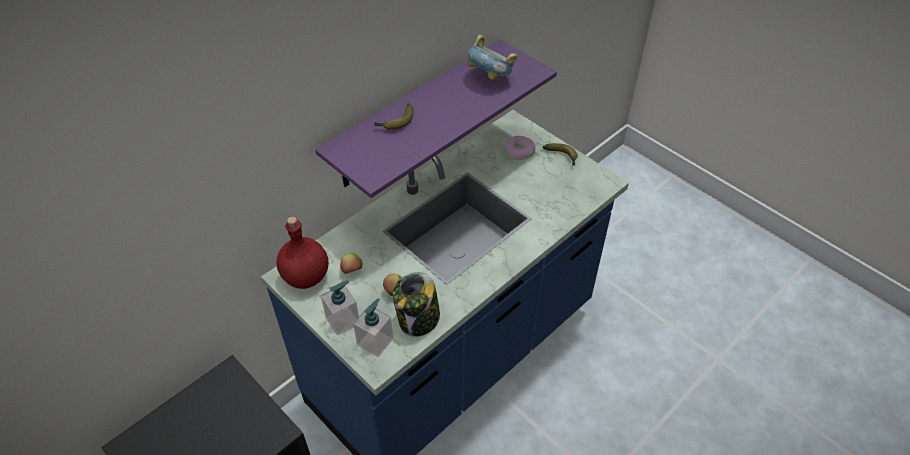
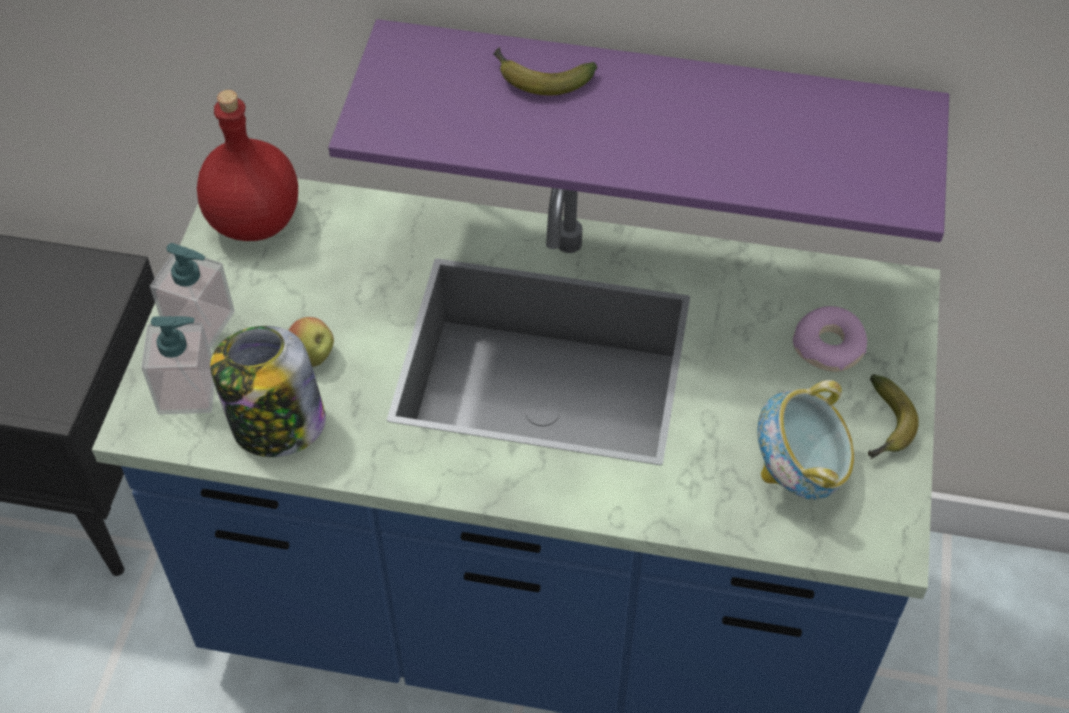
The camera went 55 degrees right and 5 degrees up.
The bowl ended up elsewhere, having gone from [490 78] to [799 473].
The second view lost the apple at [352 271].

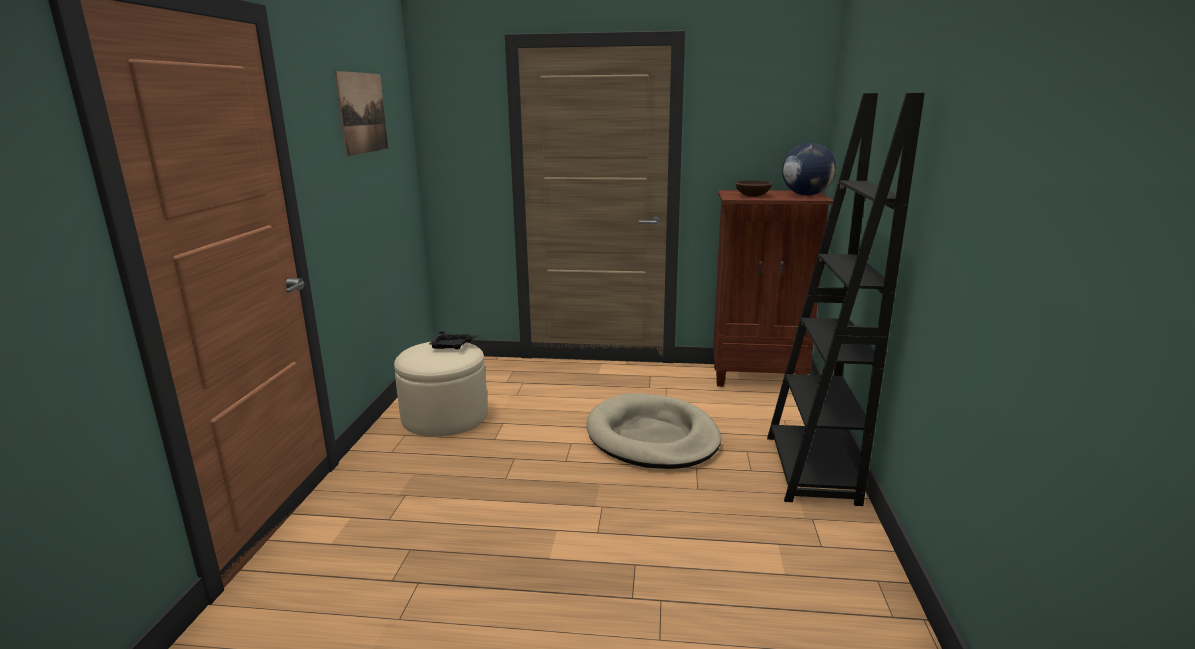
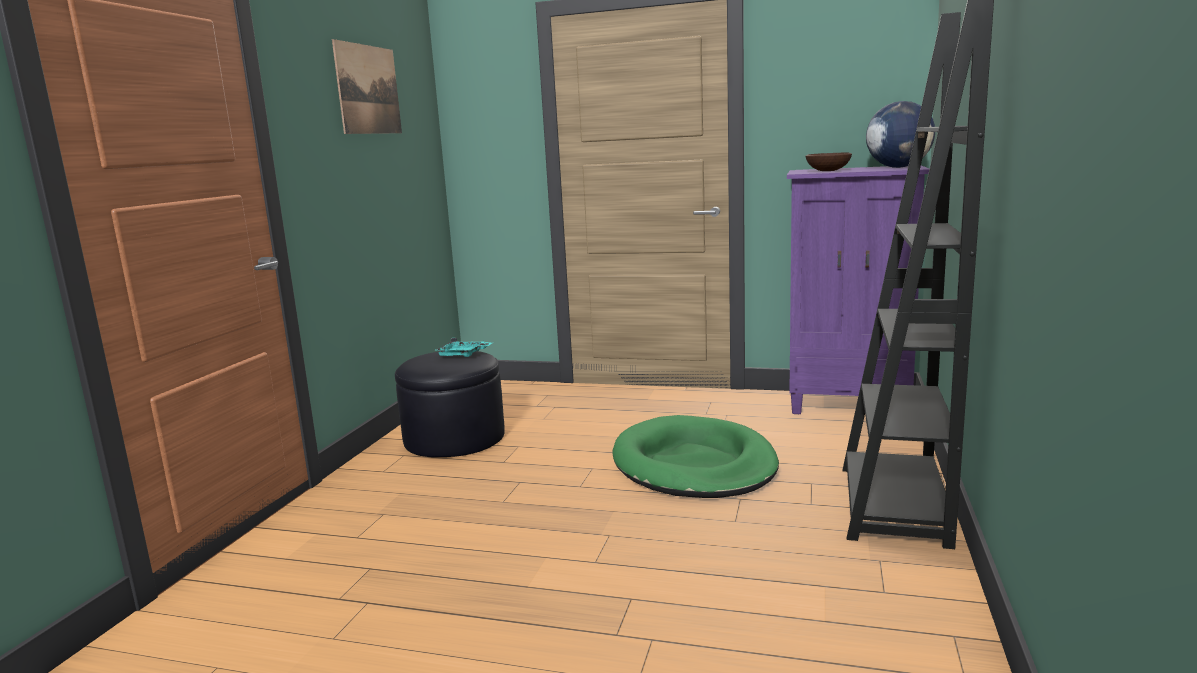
The camera went 10 degrees right and 5 degrees down.
What was the beige ottoman at [445 416] turned into the black ottoman at [454 438].
What was the black tray at [452 346] turned into the turquoise tray at [463 355].
What was the beige dog bed at [652 437] turned into the green dog bed at [694 465].
What was the brown cabinet at [758 379] turned into the purple cabinet at [848 407].

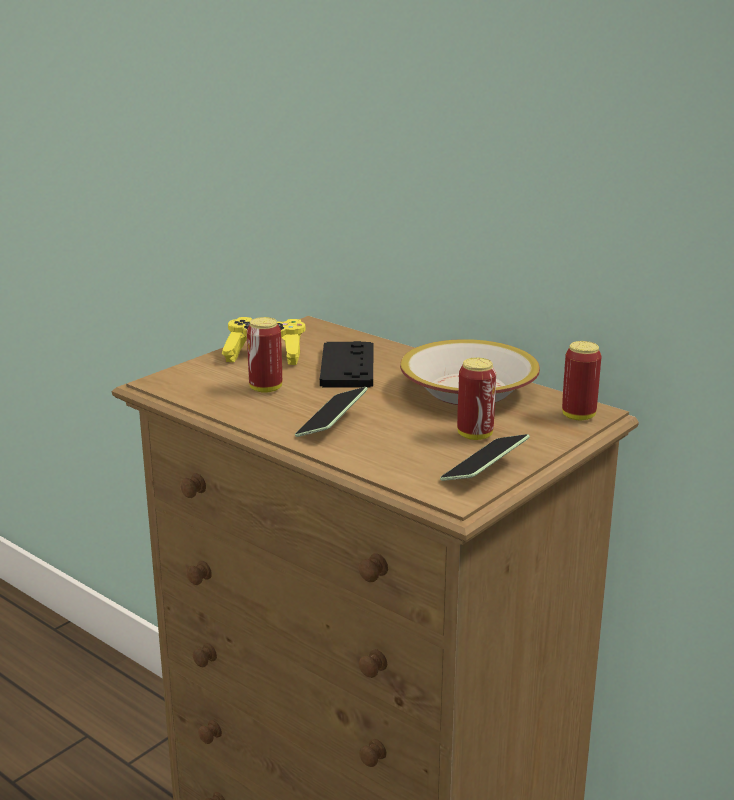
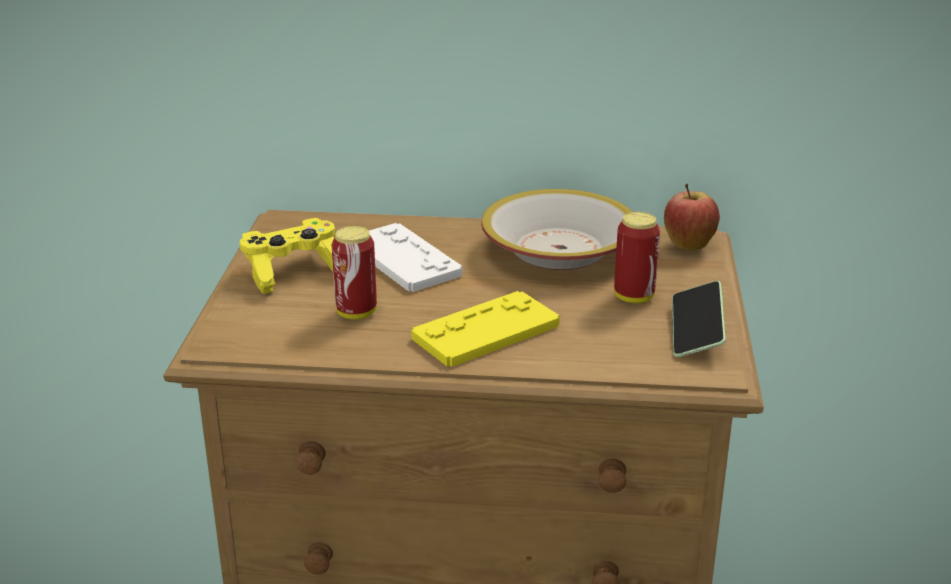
The camera went 35 degrees left and 5 degrees up.
What was the black game controller at [347 367] turned into the white game controller at [404 260].
Where the phone stood at [332 424], the yellow game controller came to stand at [486 331].
Where the can stood at [578 416], the apple came to stand at [688 246].

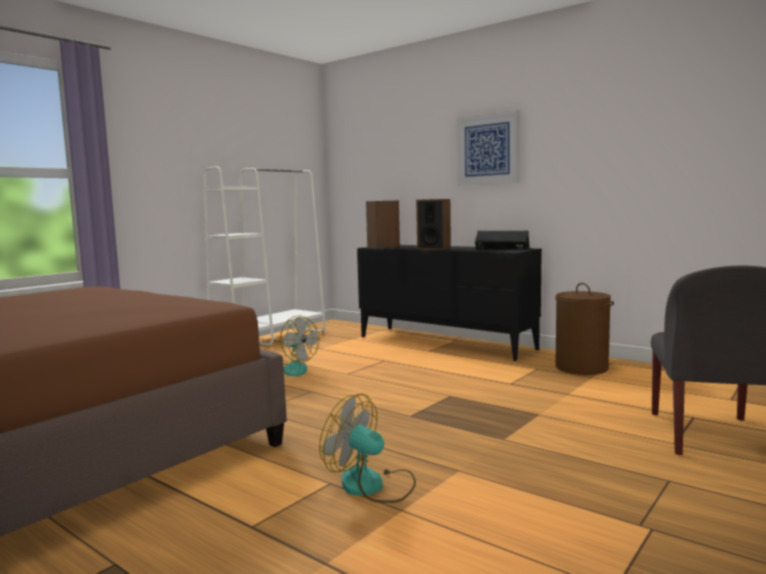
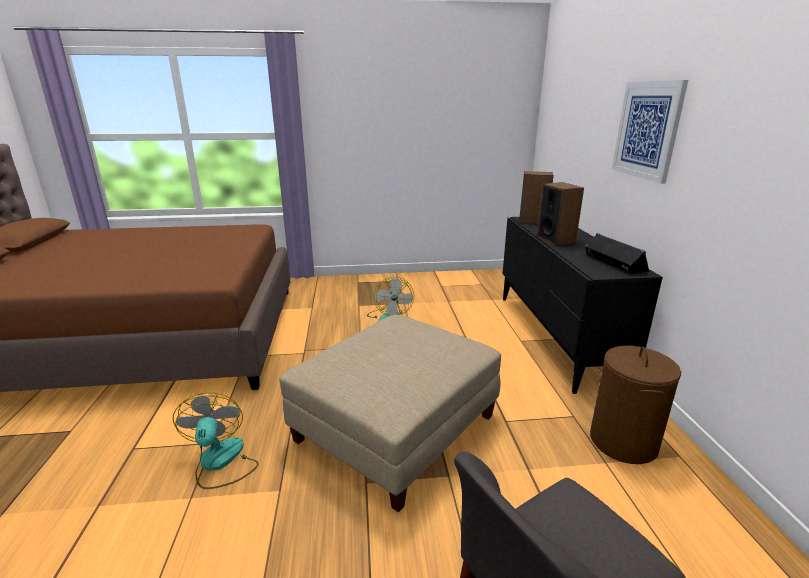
The camera went 45 degrees right and 15 degrees up.
The second view gained the beige ottoman at [396 428].
The second view lost the white clothes rack at [270 340].

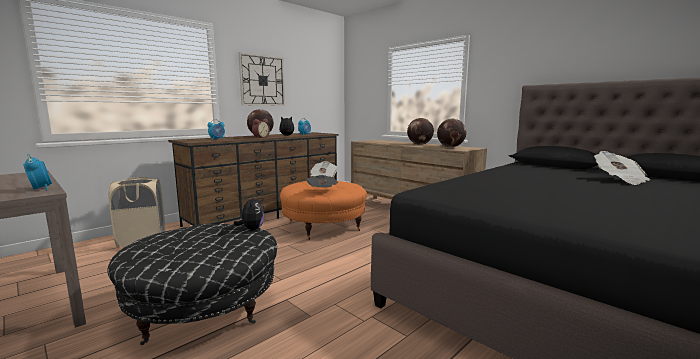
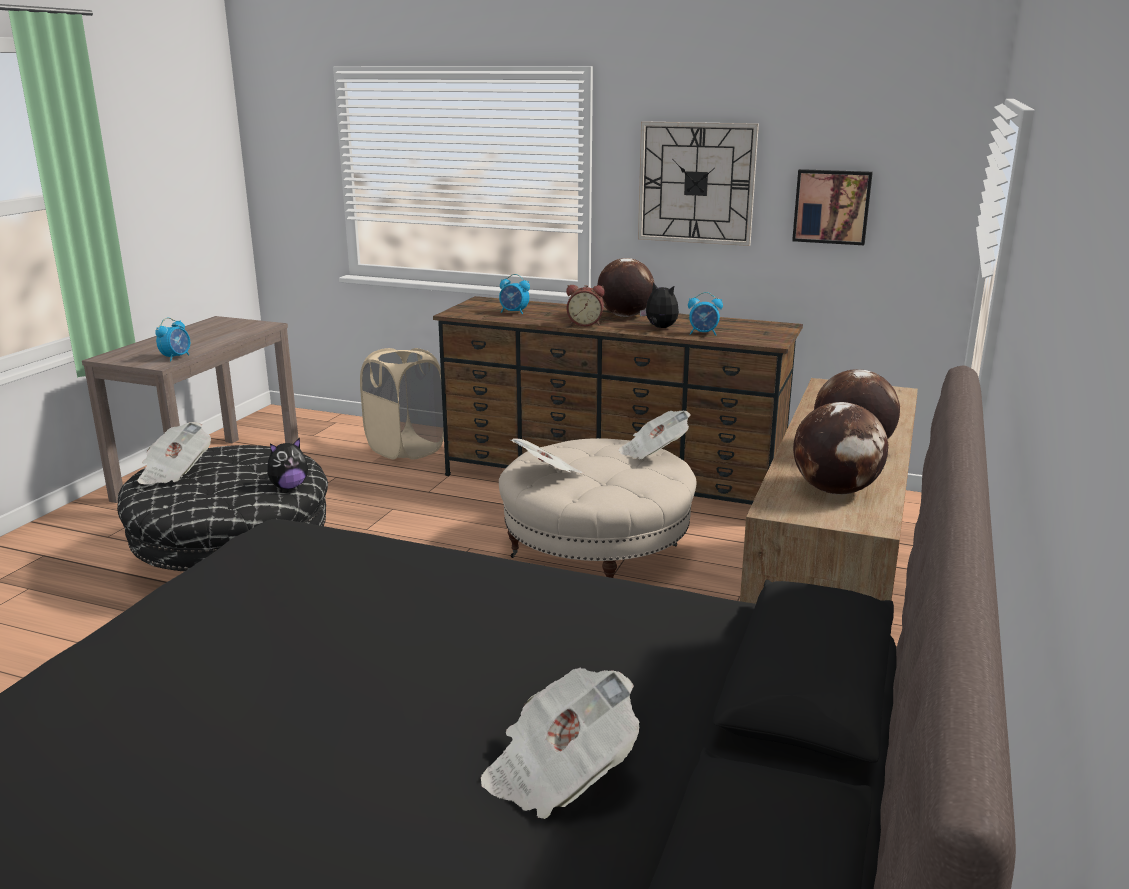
The camera went 65 degrees right and 10 degrees up.
The second view gained the newspaper at [175 472].
What was the orange ottoman at [323 226] turned into the beige ottoman at [596 551].
The second view gained the picture at [832 206].

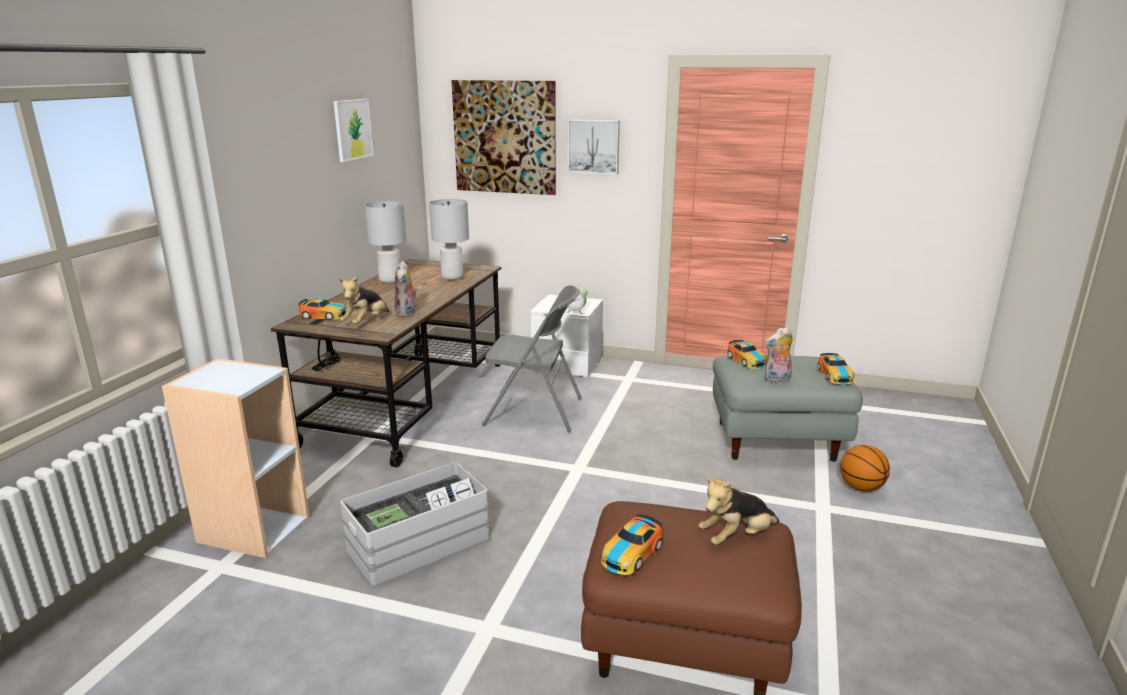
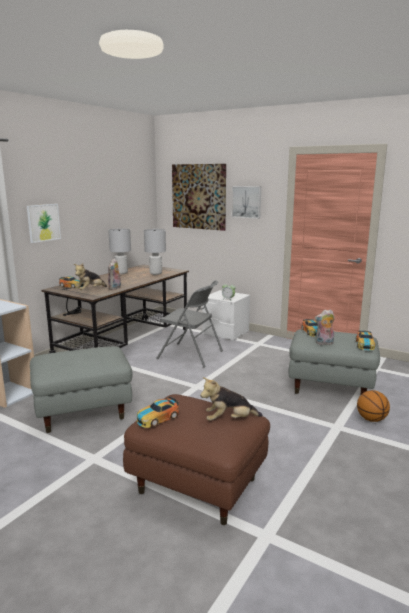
The camera went 15 degrees right and 5 degrees down.
The picture ended up elsewhere, having gone from [352 129] to [43 222].
Where the grey storage box stood at [418 543], the grey ottoman came to stand at [84 412].

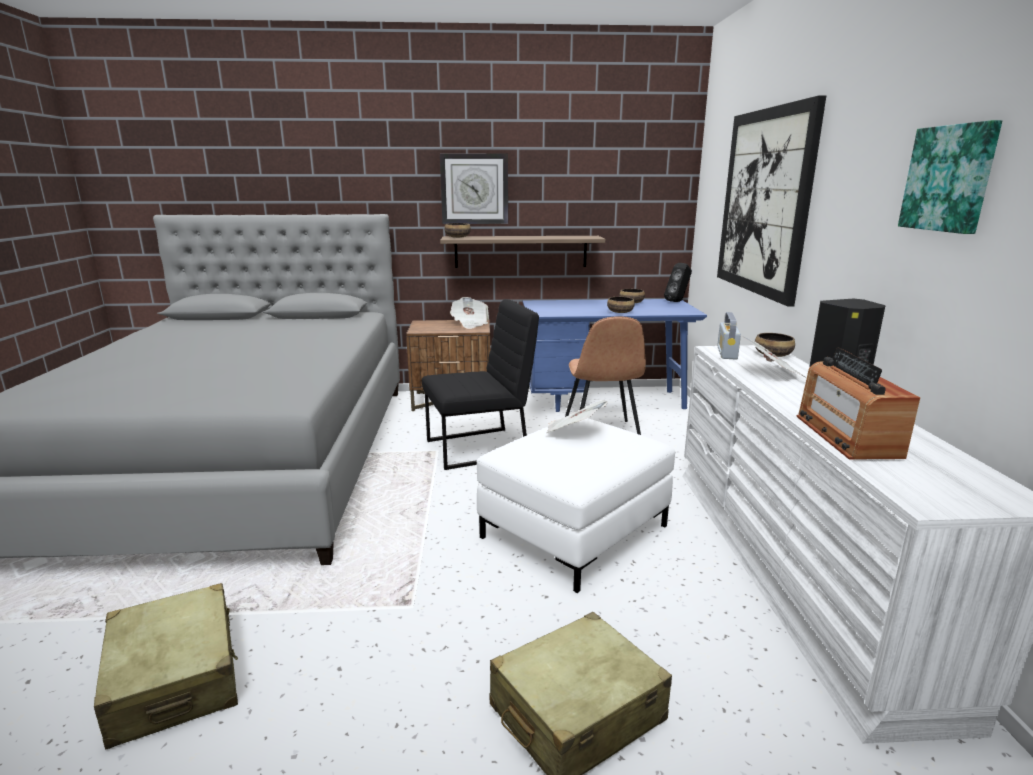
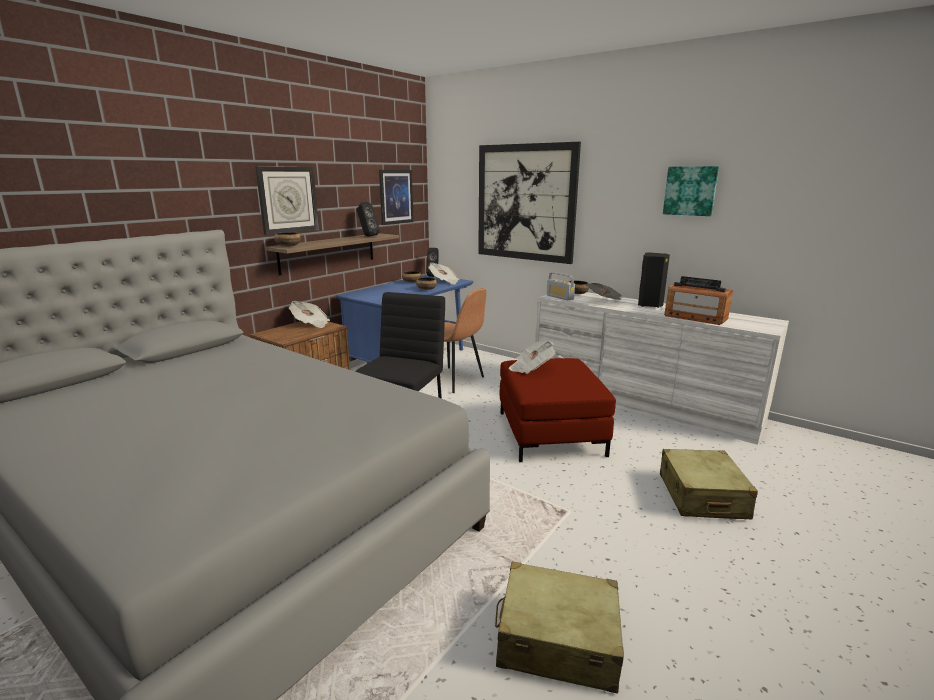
The camera went 50 degrees left and 0 degrees up.
The second view gained the black speaker at [367 236].
The second view gained the picture at [396 197].
The second view gained the newspaper at [444 282].
What was the white ottoman at [574 530] turned into the red ottoman at [549 433].

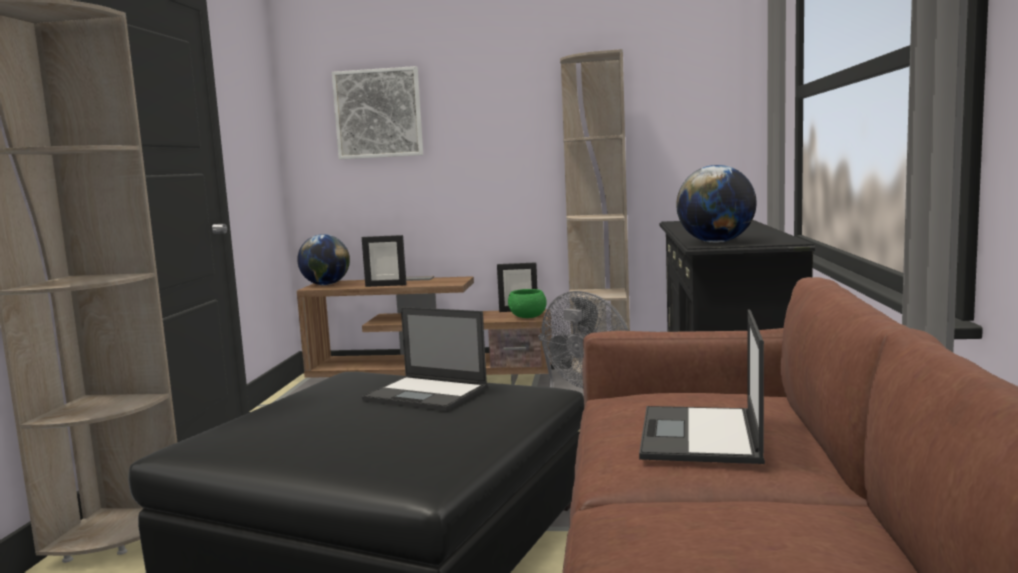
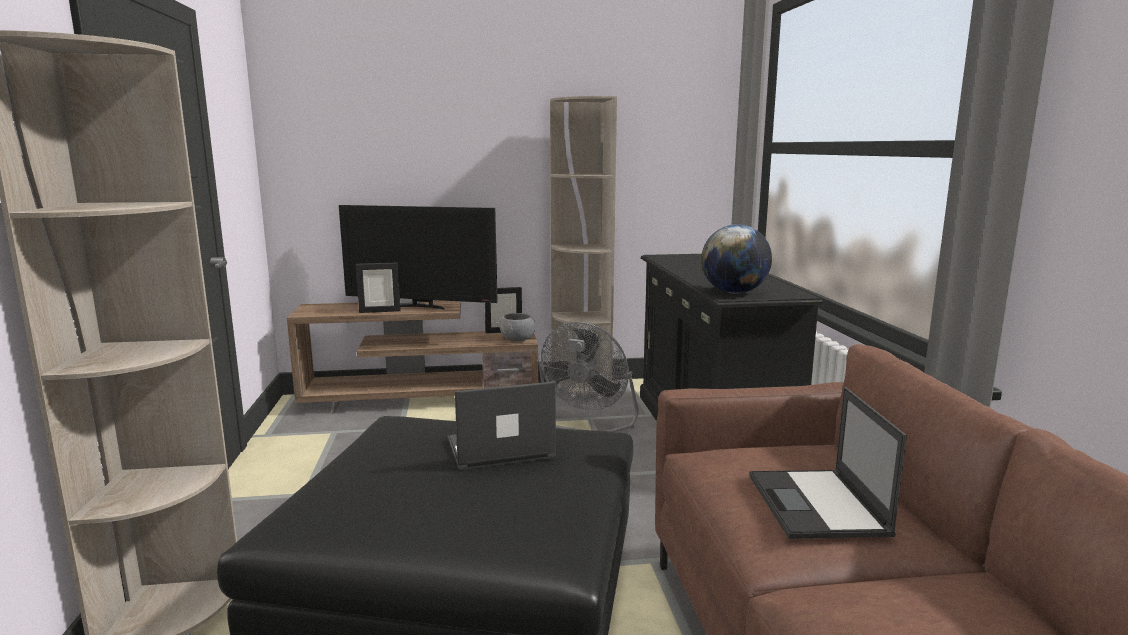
The camera went 15 degrees left and 5 degrees up.
The second view gained the television at [421 307].
The laptop at [427 394] ended up facing another way, 150 degrees clockwise from before.
What was the green bowl at [527 317] turned into the grey bowl at [517 339].
The second view lost the globe at [325 284].
The second view lost the picture at [378 113].

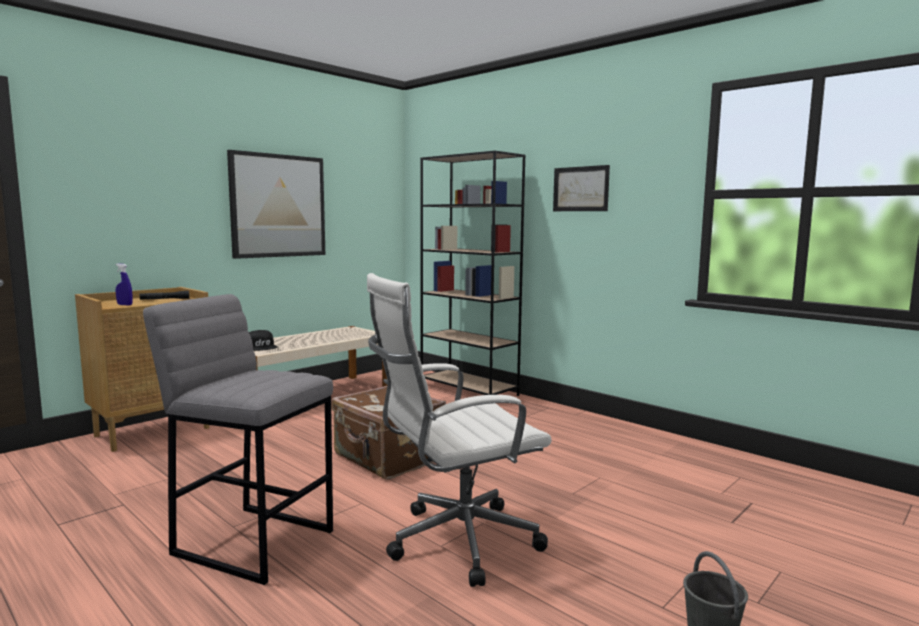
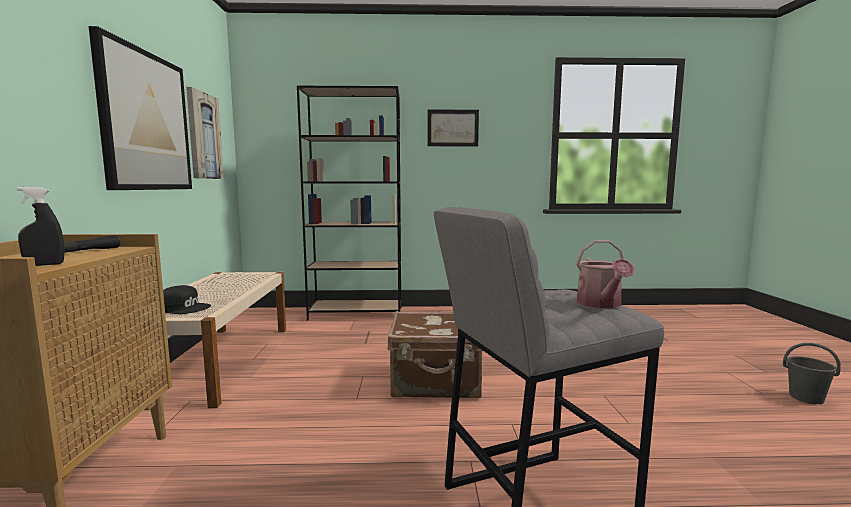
The camera went 45 degrees left and 0 degrees up.
What was the blue spray bottle at [124 305] turned into the black spray bottle at [44 264].
The second view gained the picture at [203 136].
The second view gained the watering can at [601 304].
The second view lost the white office chair at [456 542].

